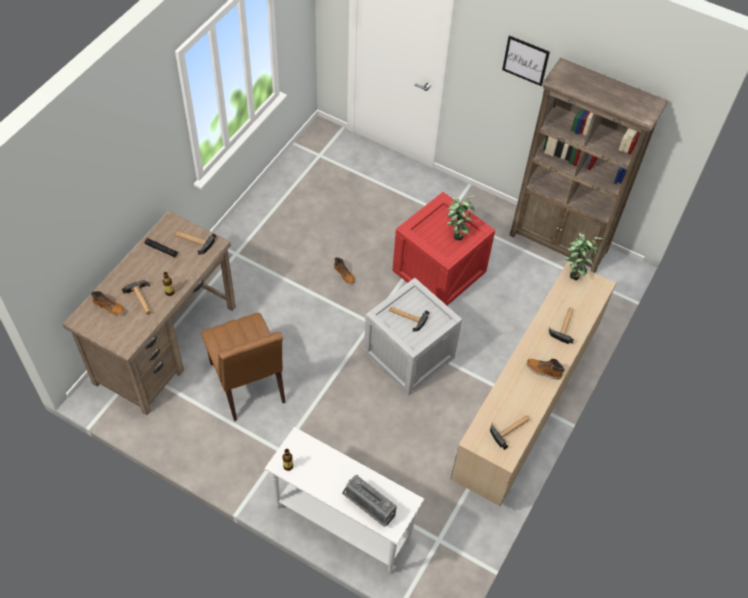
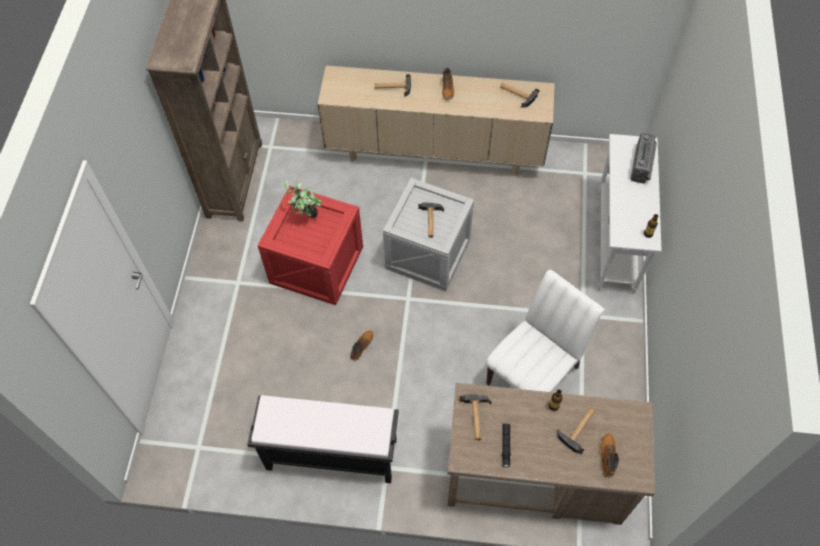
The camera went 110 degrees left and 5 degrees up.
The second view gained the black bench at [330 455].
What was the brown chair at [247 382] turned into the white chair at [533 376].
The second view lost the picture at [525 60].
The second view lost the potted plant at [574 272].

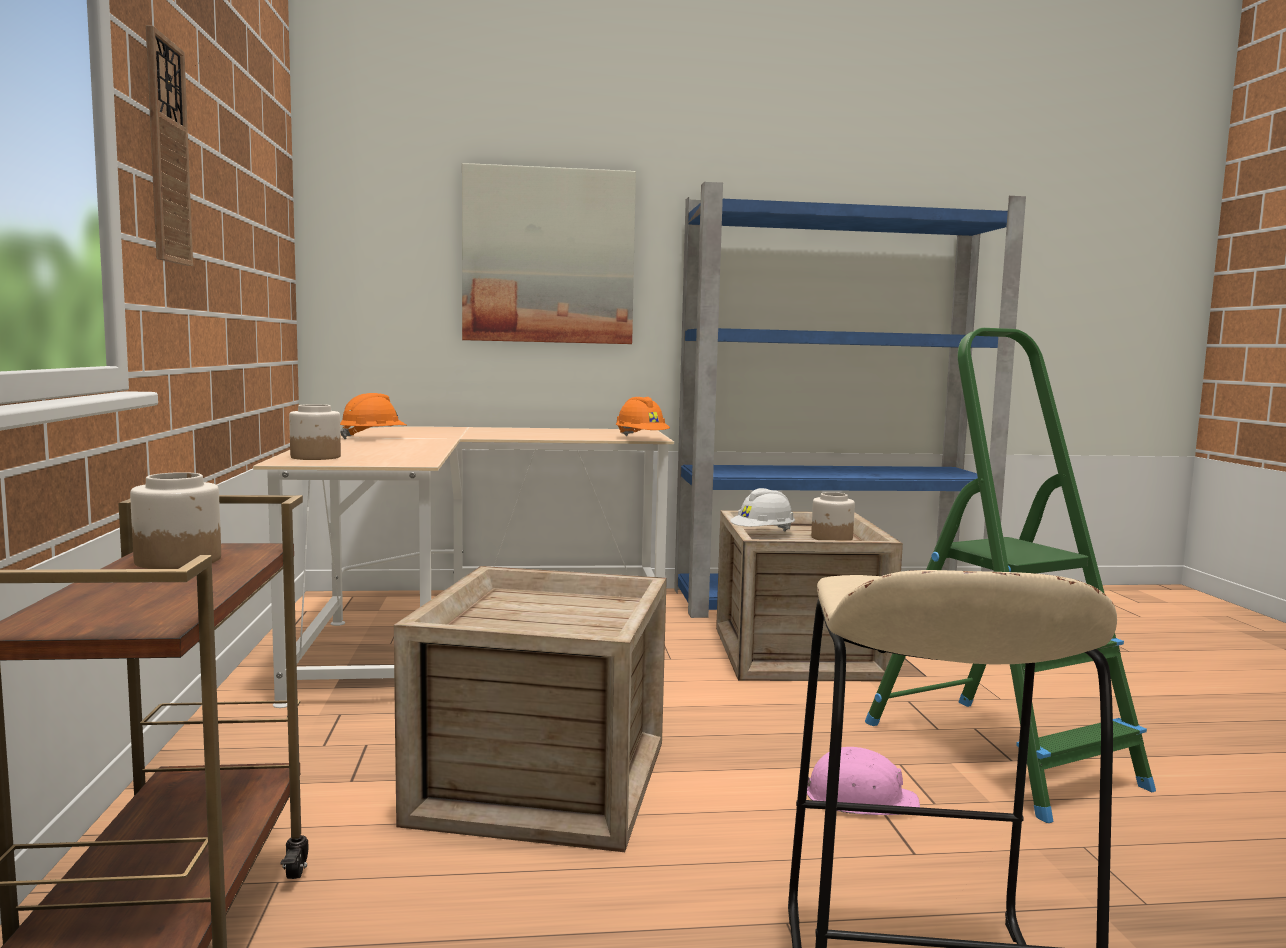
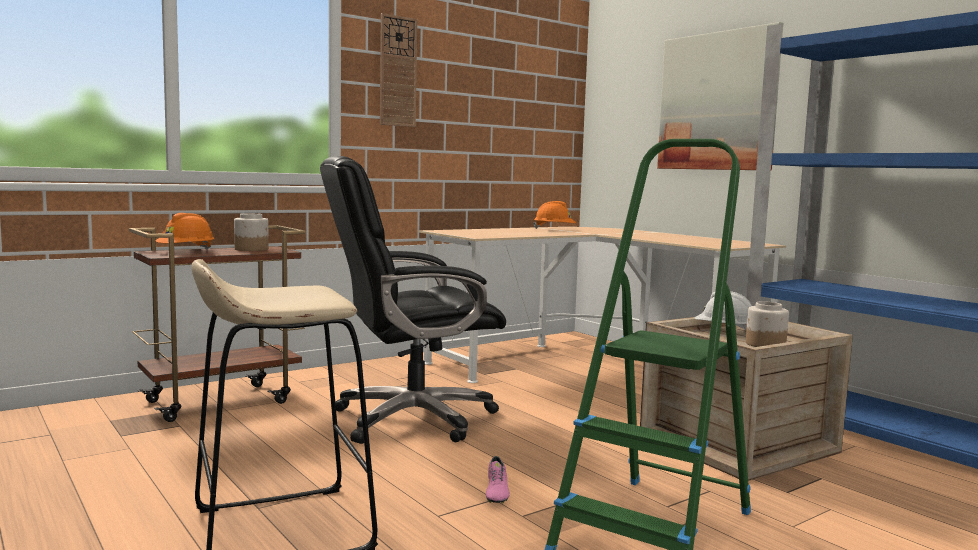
The camera went 60 degrees right and 0 degrees up.
The orange hard hat ended up elsewhere, having gone from [641 439] to [186 251].
Where the crate stood at [539 782], the black office chair came to stand at [411 419].
Where the pink hard hat stood at [859 799], the pink shoe came to stand at [496 492].
The second view lost the jar at [315 457].

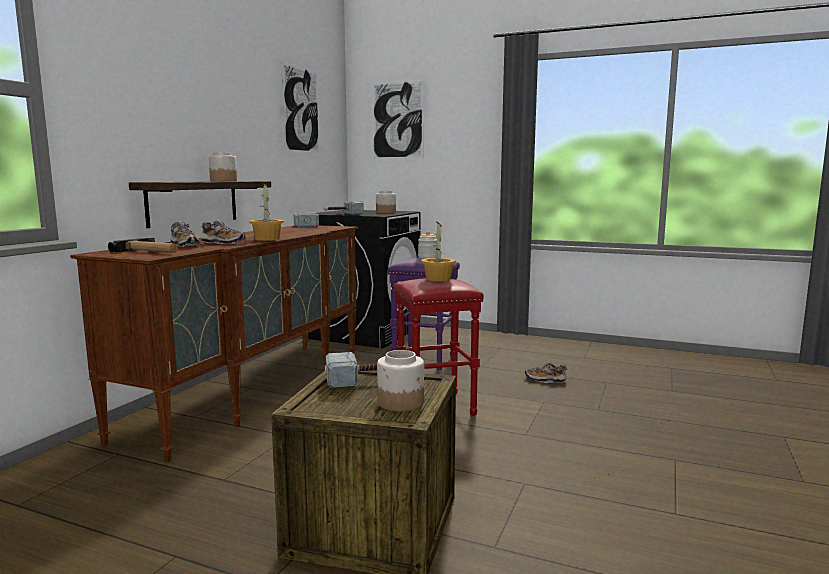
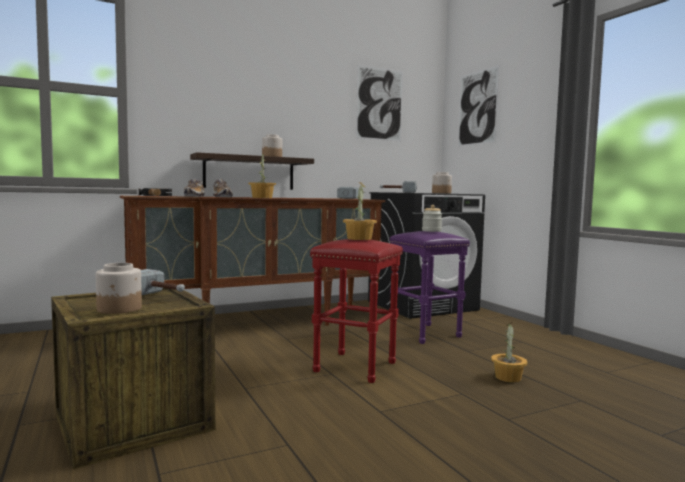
The camera went 40 degrees right and 5 degrees down.
Where the shoe stood at [545 380], the potted plant came to stand at [508 377].

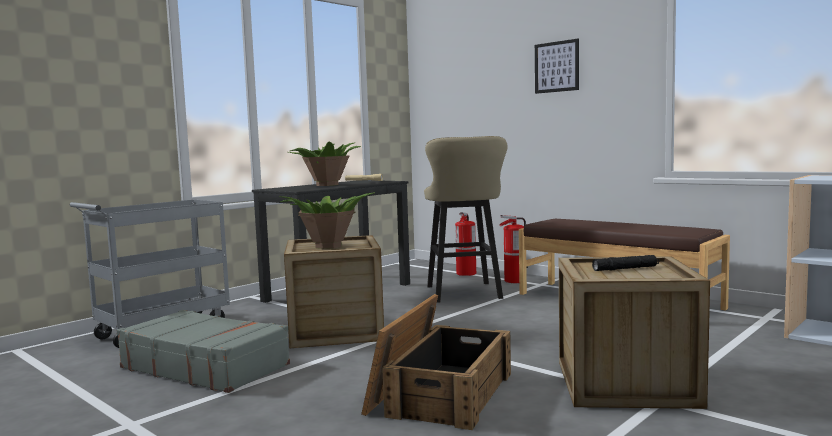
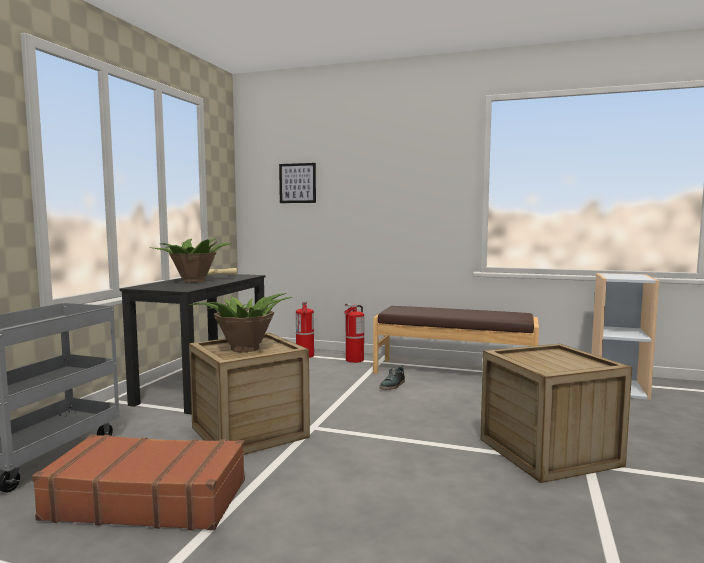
The camera went 25 degrees left and 0 degrees up.
What was the grey suitcase at [205 366] turned into the brown suitcase at [147 499].
The picture ended up elsewhere, having gone from [556 67] to [297 183].
The second view gained the shoe at [393 385].
The second view lost the crate at [440 392].
The second view lost the beige stool at [465 294].
The second view lost the black flashlight at [625 269].

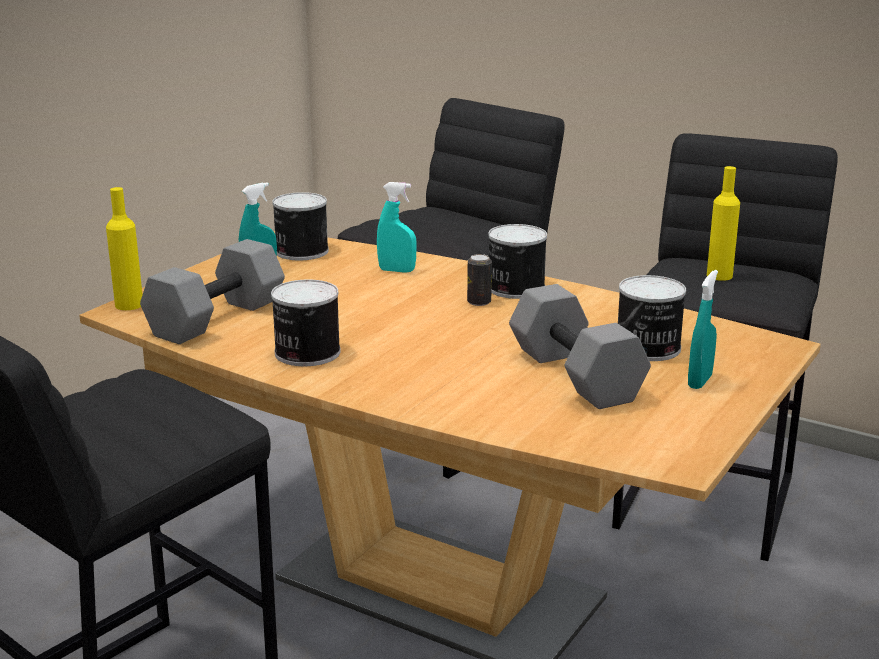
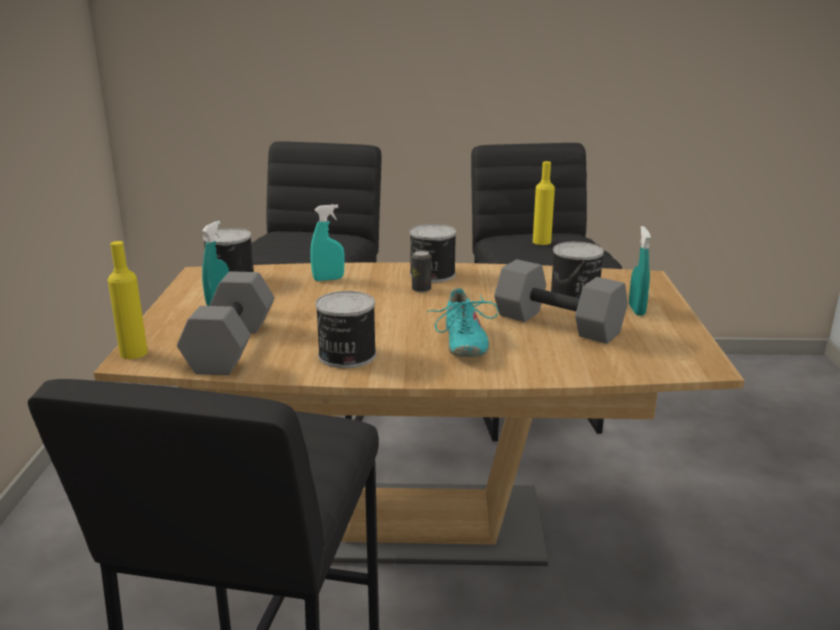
The camera went 30 degrees left and 0 degrees up.
The second view gained the turquoise shoe at [462 342].

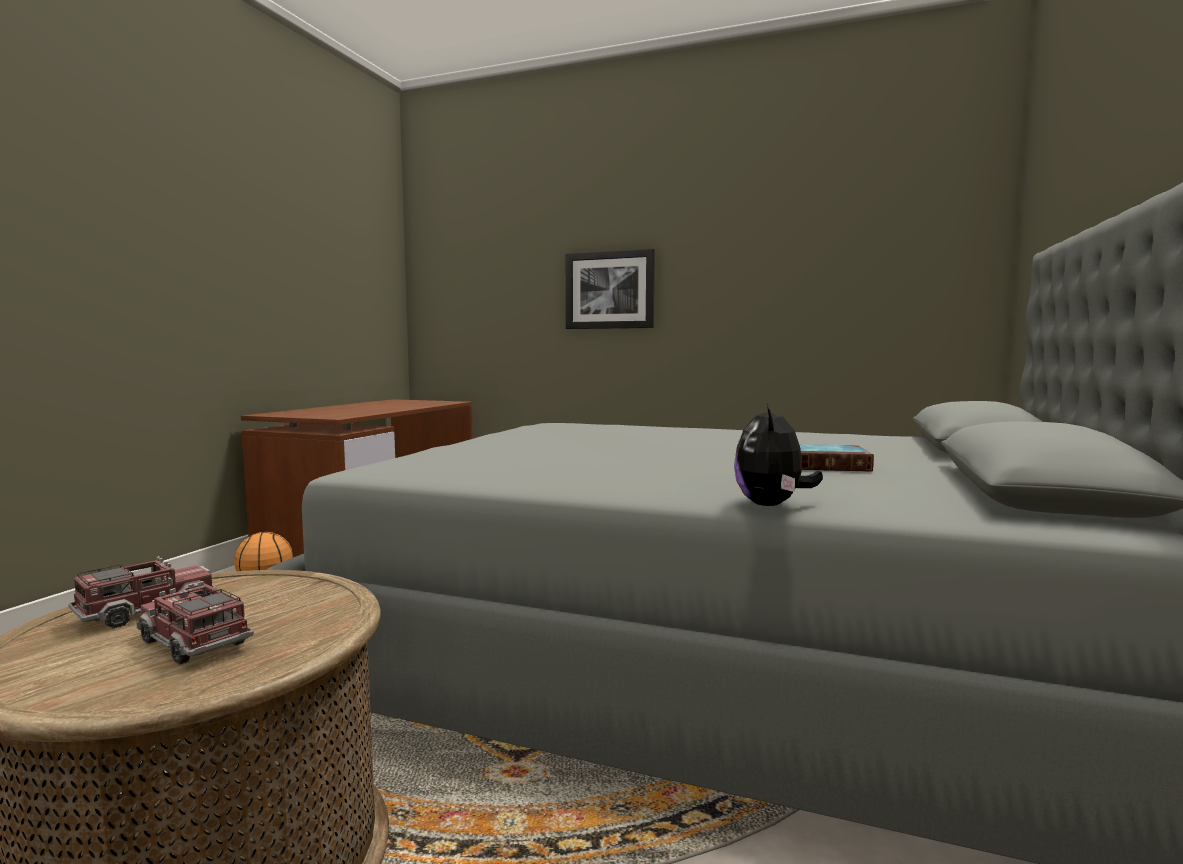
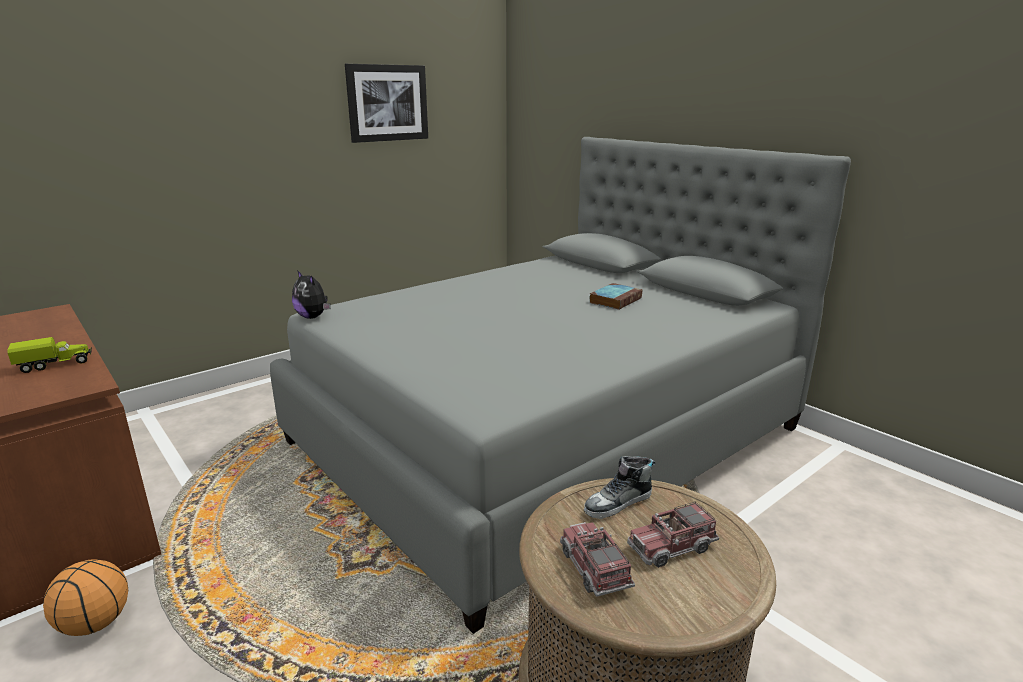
The camera went 60 degrees left and 15 degrees up.
The second view gained the toy truck at [55 364].
The plush toy ended up elsewhere, having gone from [772 505] to [313 317].
The picture ended up elsewhere, having gone from [609 290] to [387 103].
The second view gained the shoe at [618 503].

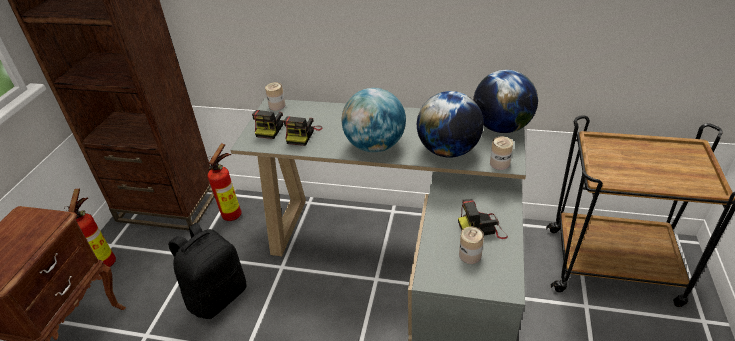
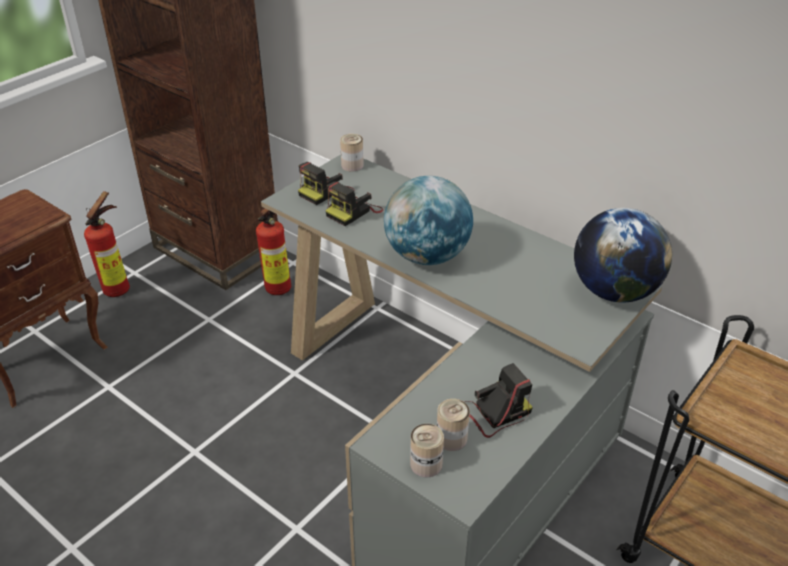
The camera went 25 degrees right and 0 degrees up.
The can ended up elsewhere, having gone from [499 163] to [426 464].
The photo camera at [482 228] ended up facing another way, 135 degrees clockwise from before.
The second view lost the black backpack at [217 296].
The second view lost the globe at [448 150].

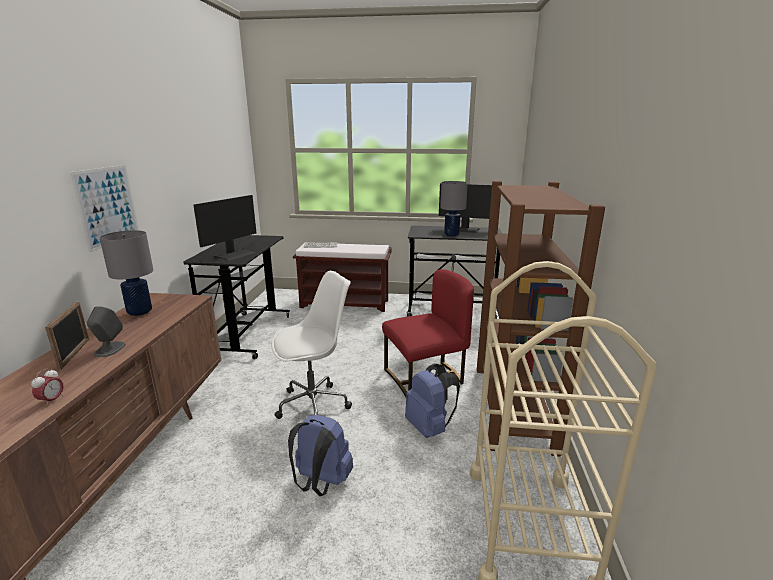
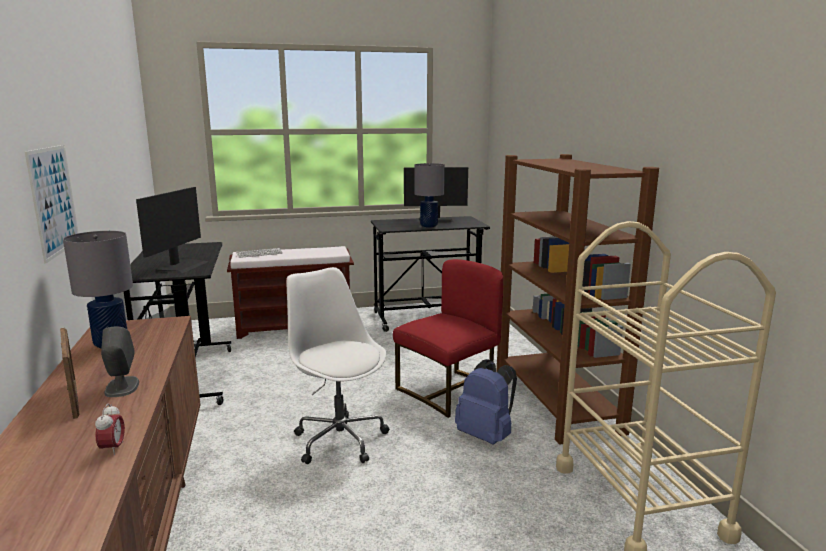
The camera went 20 degrees left and 5 degrees down.
The white office chair at [314 405] ended up facing another way, 75 degrees counterclockwise from before.
The second view lost the blue backpack at [321 483].

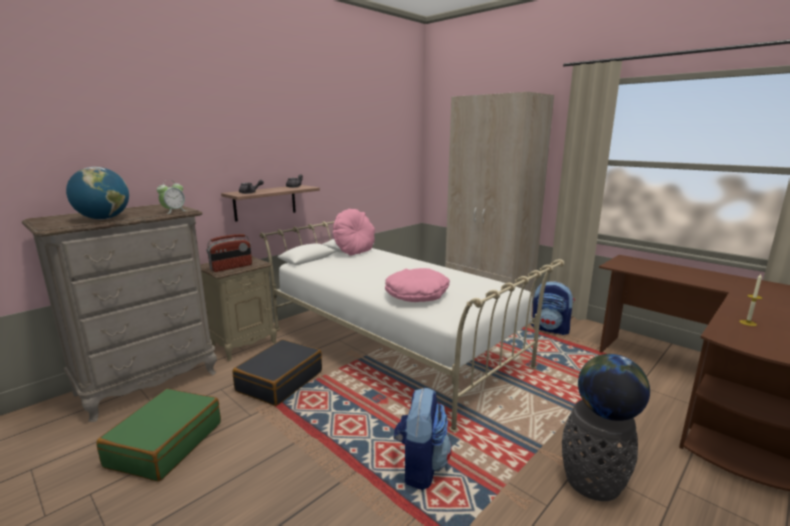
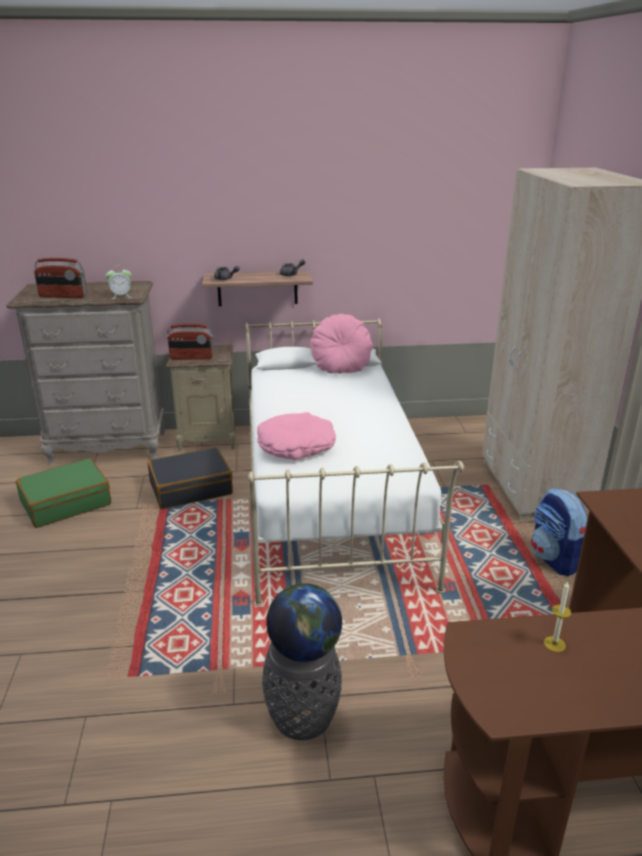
The camera went 40 degrees right and 10 degrees up.
Where the globe stood at [103 219], the radio came to stand at [63 296].
The second view lost the backpack at [420 466].

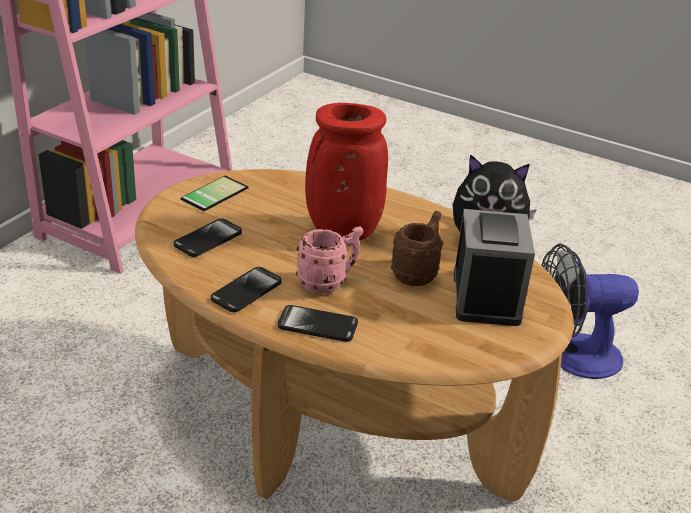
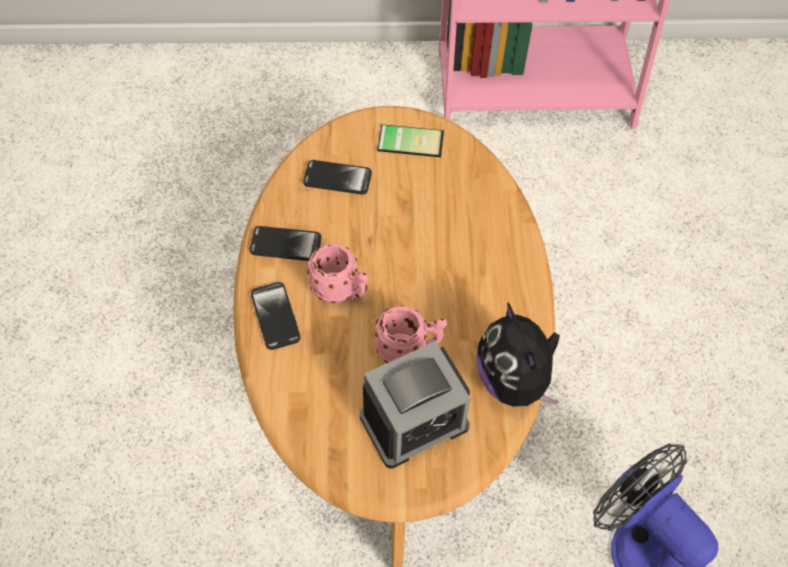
The camera went 60 degrees right and 25 degrees up.
What was the brown mug at [417 273] turned into the pink mug at [409 350].
The second view lost the red vase at [341 232].

